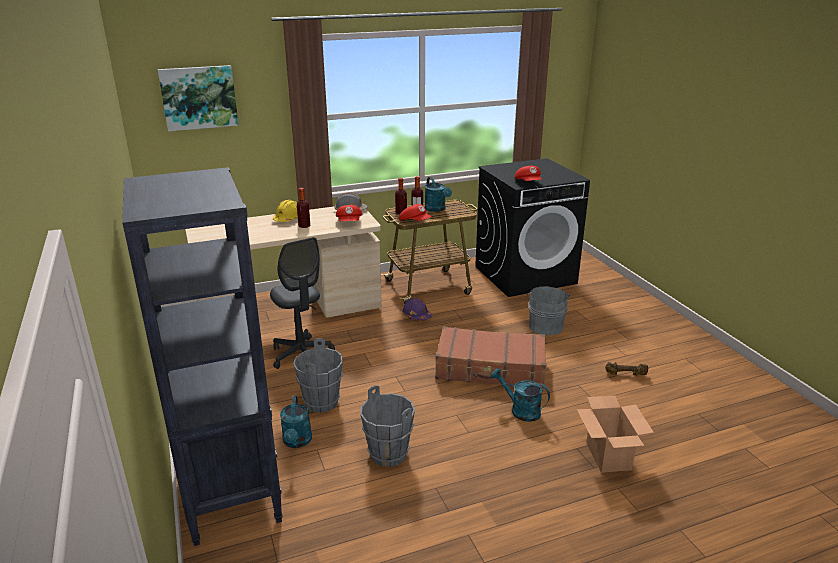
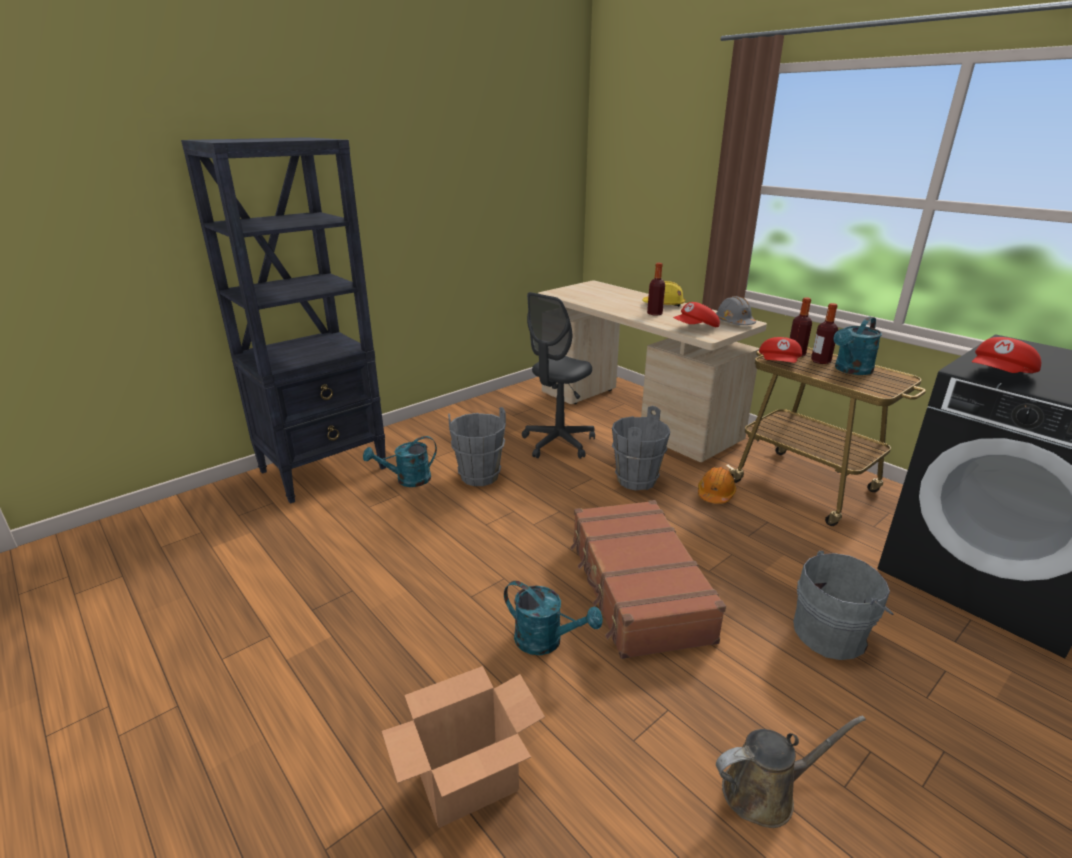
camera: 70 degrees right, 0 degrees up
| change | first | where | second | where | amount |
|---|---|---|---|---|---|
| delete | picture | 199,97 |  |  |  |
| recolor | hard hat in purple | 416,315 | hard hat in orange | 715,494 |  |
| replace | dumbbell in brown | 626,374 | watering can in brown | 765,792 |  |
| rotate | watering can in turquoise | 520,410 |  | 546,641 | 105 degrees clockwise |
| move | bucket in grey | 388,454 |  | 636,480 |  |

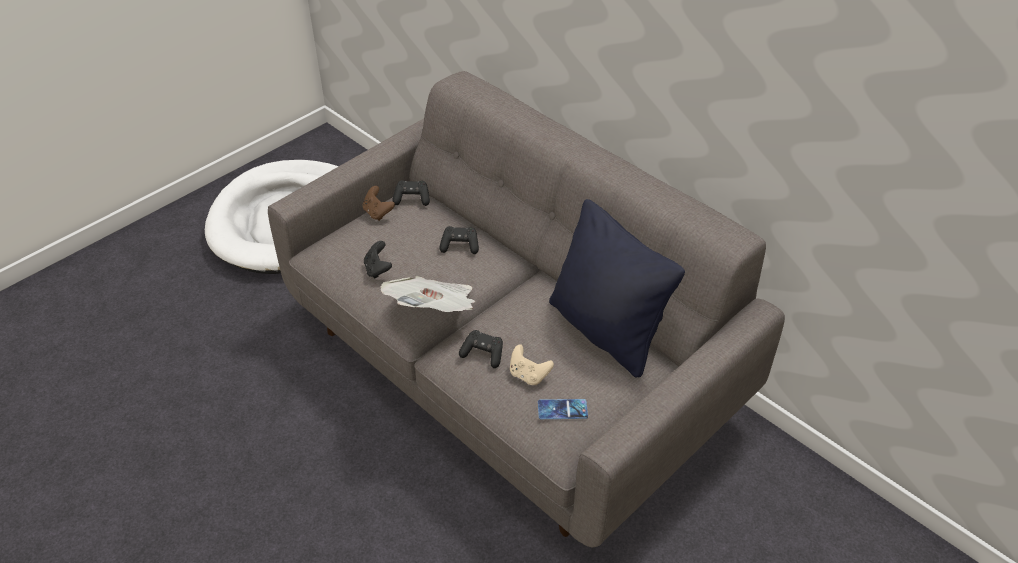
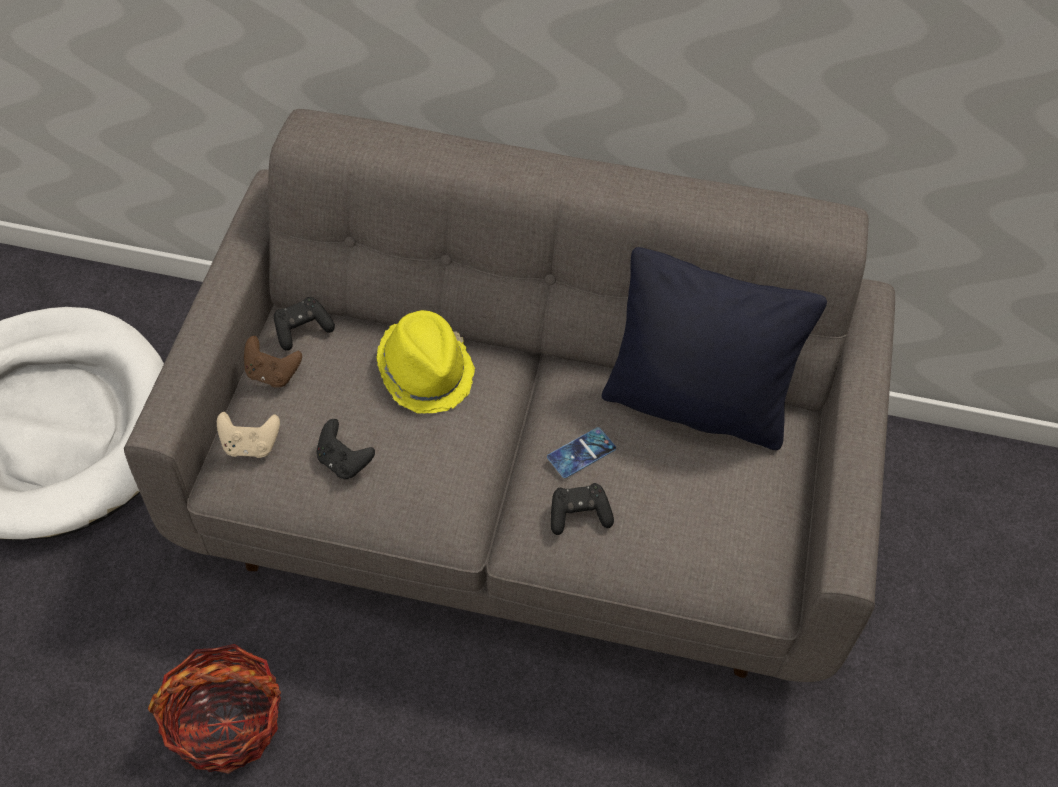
camera: 35 degrees left, 10 degrees up
| change | first | where | second | where | amount |
|---|---|---|---|---|---|
| replace | game controller in black | 460,246 | hat in yellow | 426,372 |  |
| delete | newspaper | 434,311 |  |  |  |
| move | game controller in beige | 528,375 |  | 250,445 |  |
| move | phone | 562,409 |  | 581,453 |  |
| insert |  |  | basket | 226,722 |  |

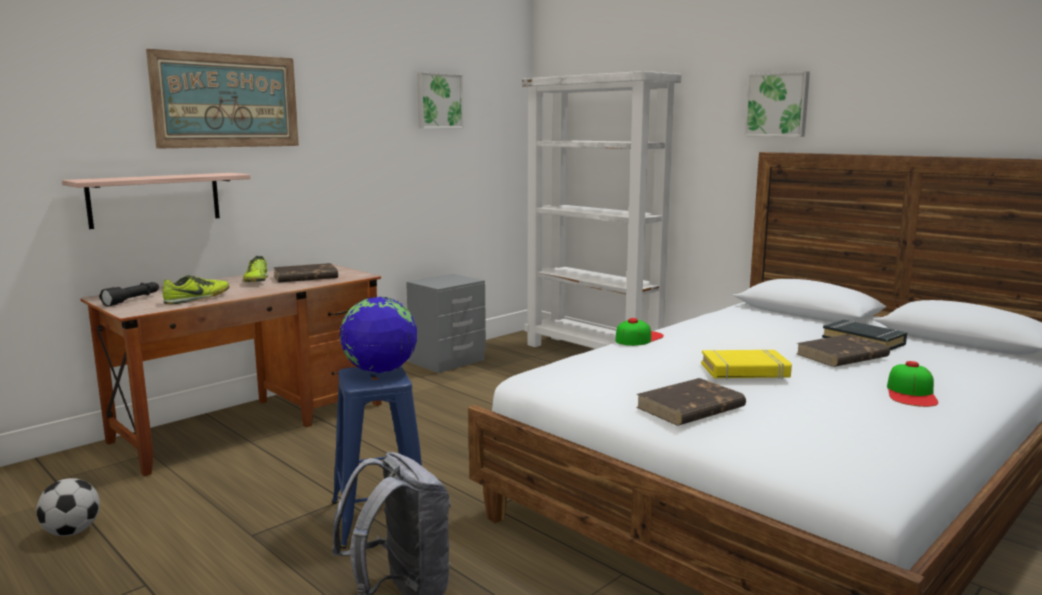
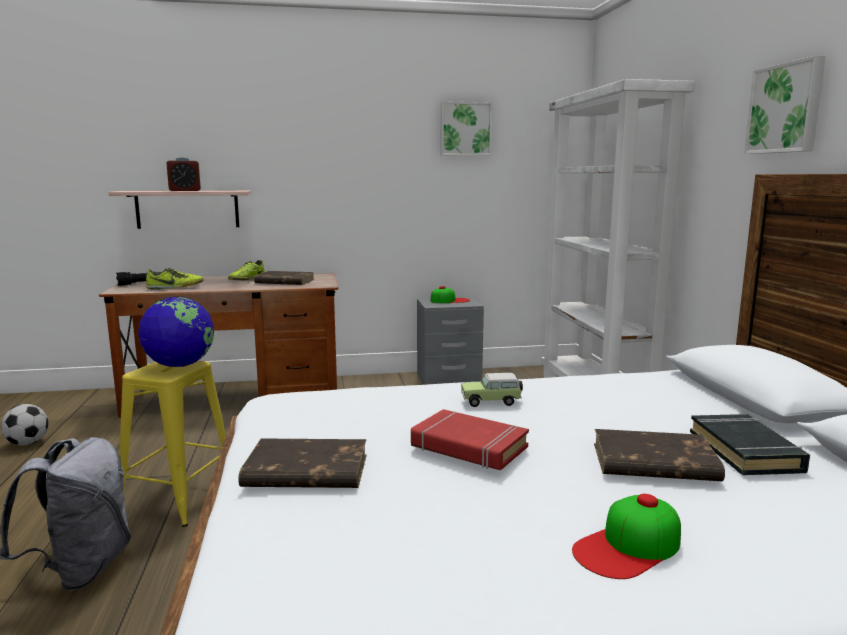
camera: 35 degrees right, 0 degrees up
| change | first | where | second | where | amount |
|---|---|---|---|---|---|
| delete | picture | 227,101 |  |  |  |
| move | cap | 638,338 |  | 450,300 |  |
| recolor | book in yellow | 745,371 | book in red | 468,447 |  |
| recolor | stool in blue | 380,517 | stool in yellow | 180,498 |  |
| insert |  |  | alarm clock | 185,190 |  |
| insert |  |  | toy car | 492,402 |  |

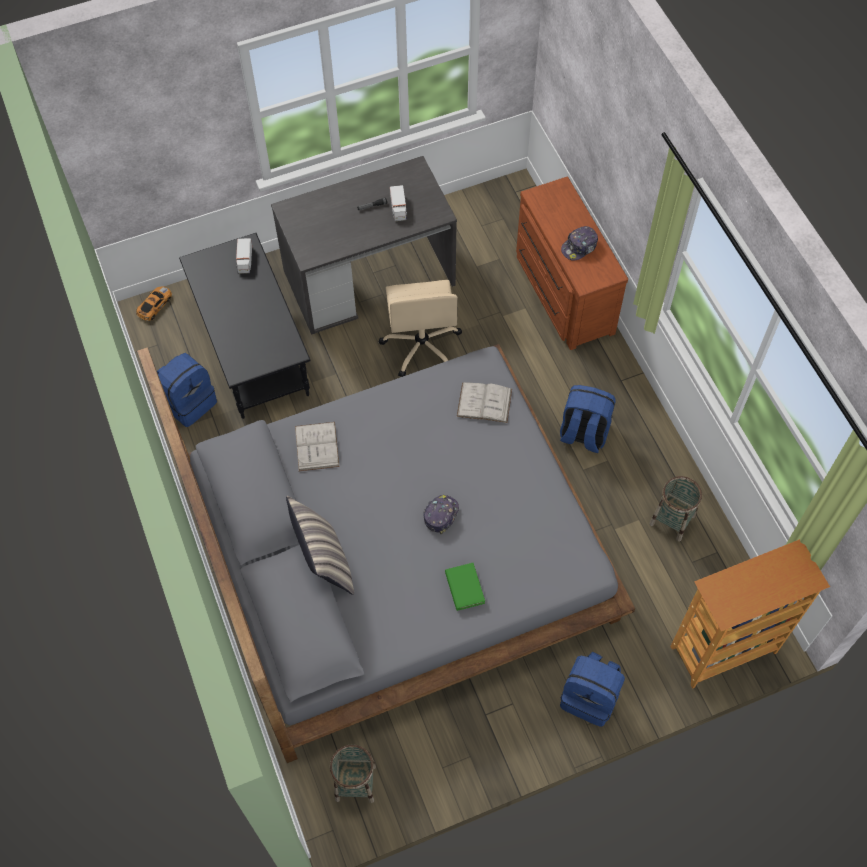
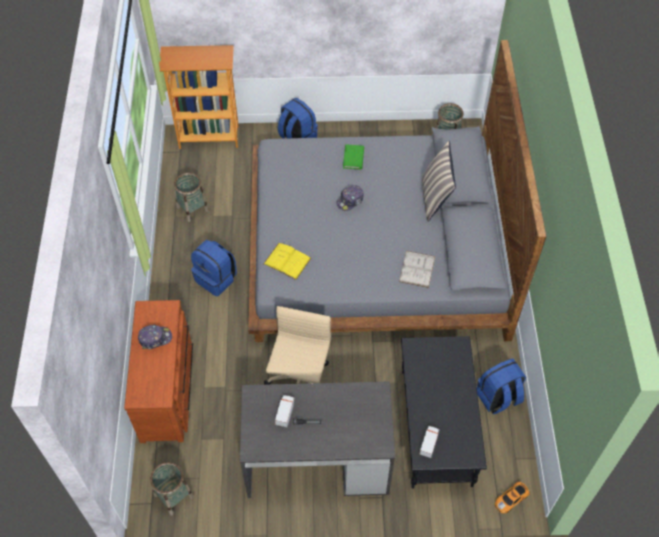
camera: 160 degrees left, 5 degrees down
| change | first | where | second | where | amount |
|---|---|---|---|---|---|
| recolor | book in white | 484,402 | book in yellow | 287,261 |  |
| insert |  |  | basket | 173,496 |  |

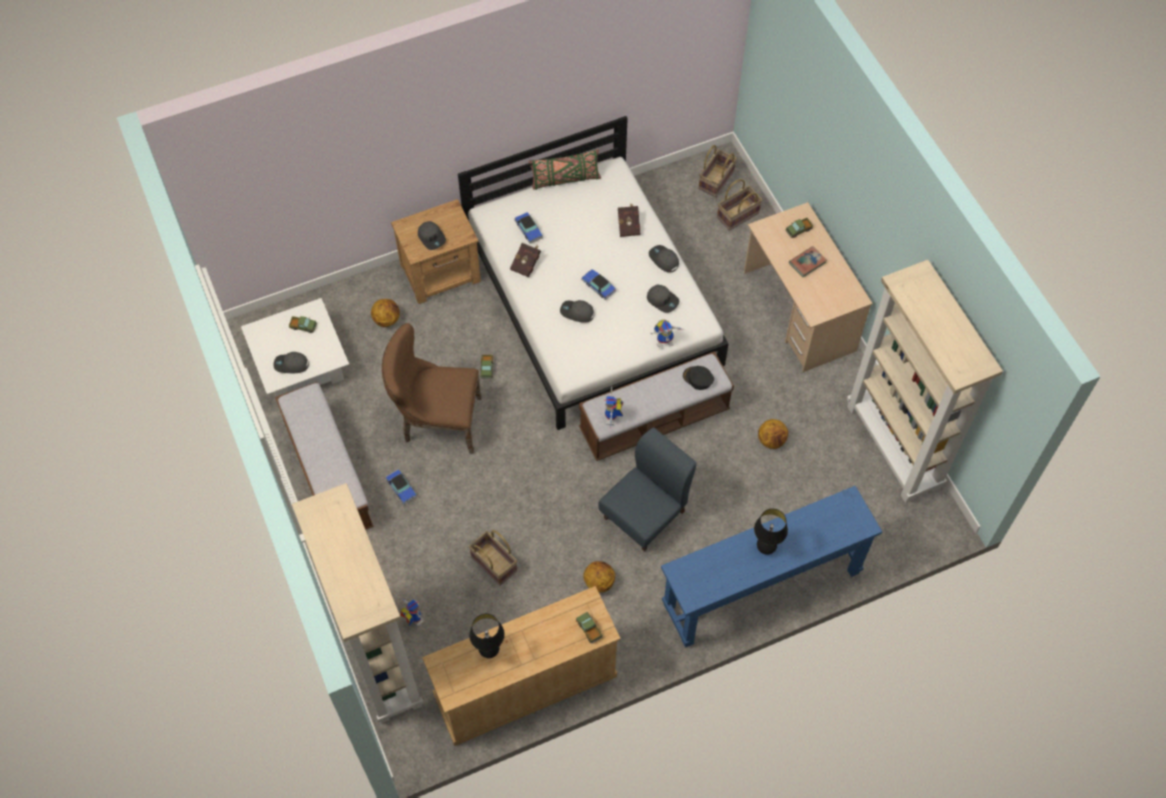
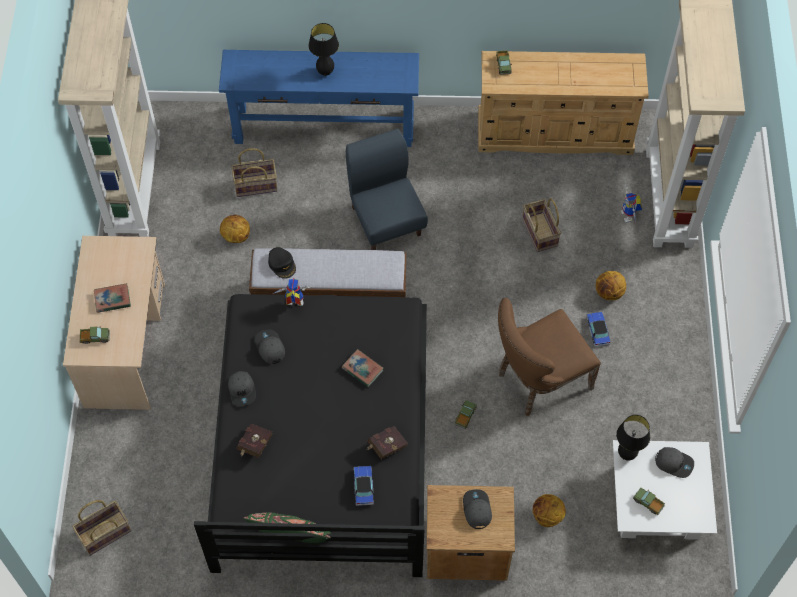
camera: 155 degrees left, 0 degrees up
| change | first | where | second | where | amount |
|---|---|---|---|---|---|
| recolor | bed in white | 592,301 | bed in black | 321,444 |  |
| move | basket | 738,215 |  | 256,184 |  |
| delete | toy car | 598,286 |  |  |  |
| replace | cap in grey | 577,313 | book | 362,369 |  |
| rotate | chair in brown | 437,422 |  | 538,381 | 120 degrees clockwise |
| delete | bench | 328,474 |  |  |  |
| delete | toy robot | 612,419 |  |  |  |
| rotate | chair in blue | 645,514 |  | 386,220 | 90 degrees clockwise |
| move | basketball | 598,582 |  | 609,293 |  |
| move | table lamp in black | 489,651 |  | 626,455 |  |

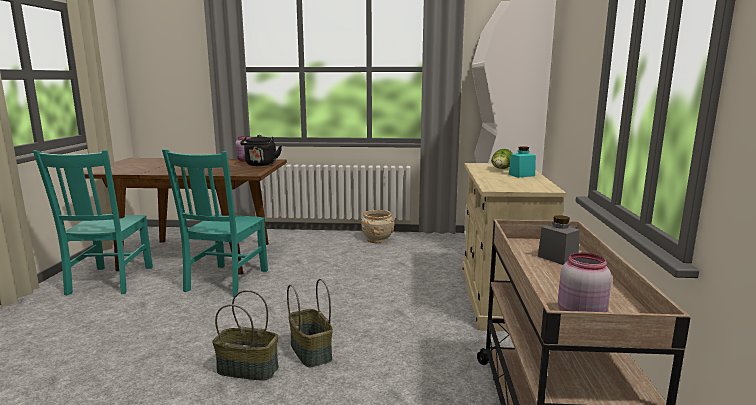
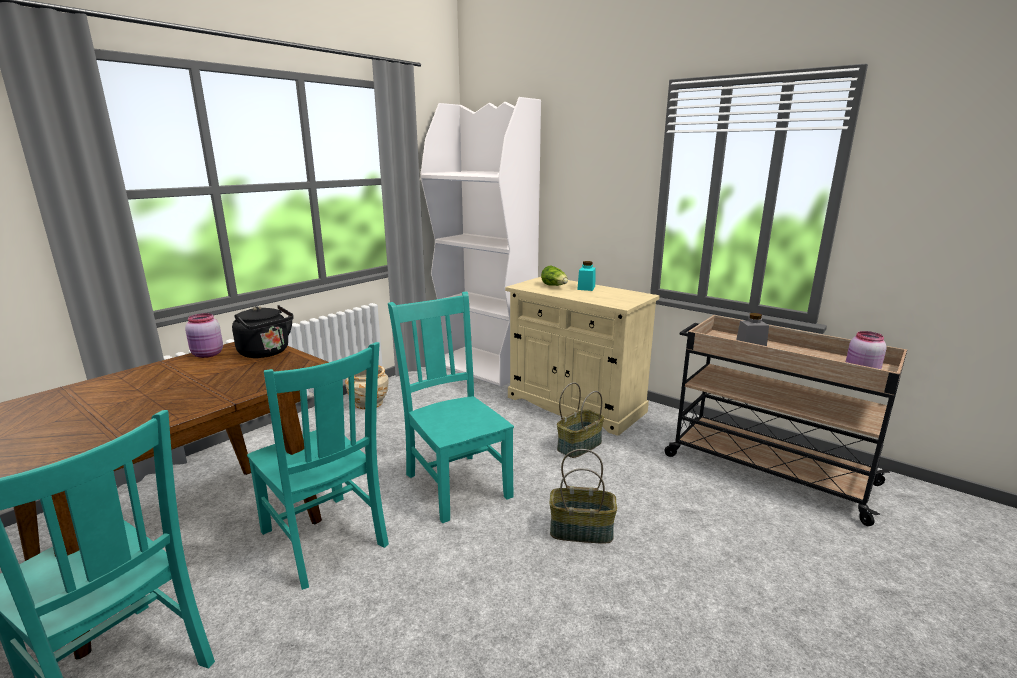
camera: 55 degrees left, 5 degrees up
| change | first | where | second | where | amount |
|---|---|---|---|---|---|
| move | basket | 248,369 |  | 579,445 |  |
| insert |  |  | chair in turquoise | 456,483 |  |

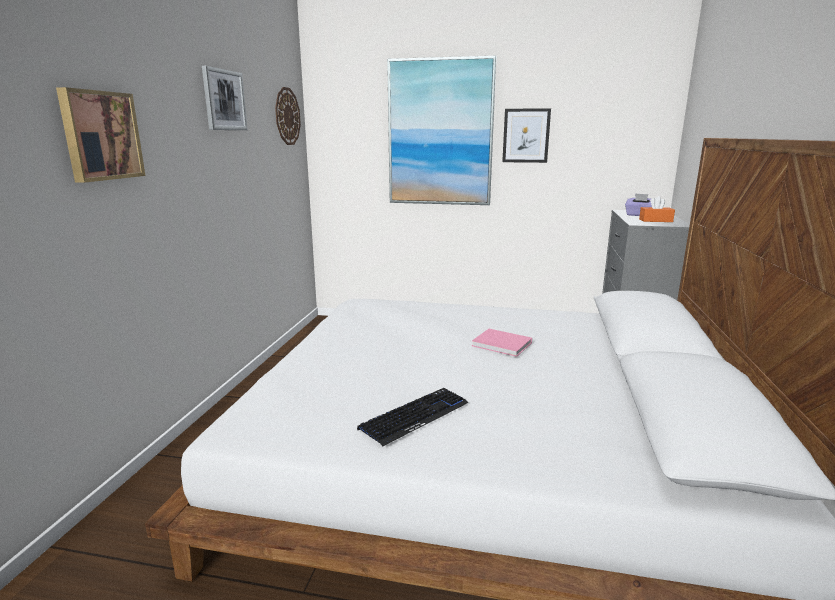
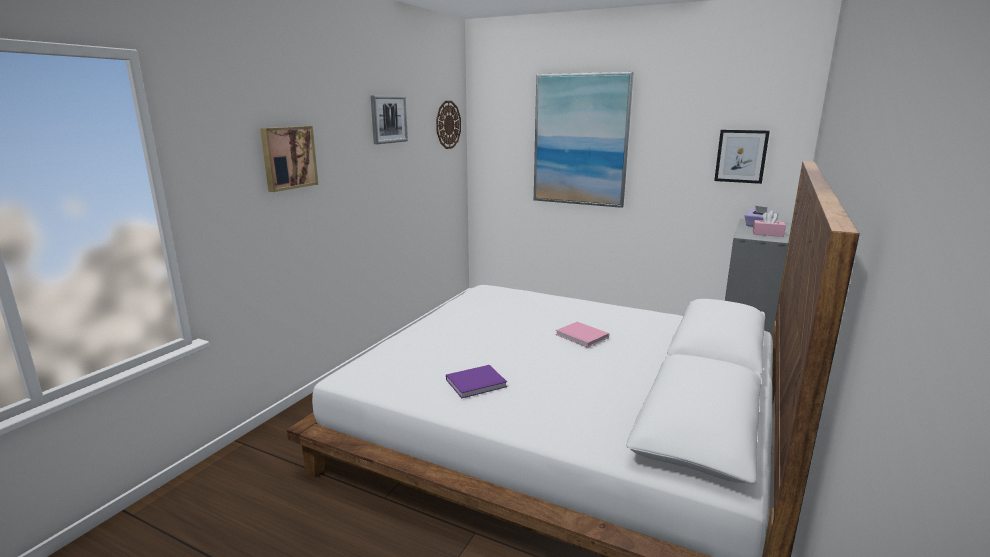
camera: 15 degrees right, 0 degrees up
| change | first | where | second | where | amount |
|---|---|---|---|---|---|
| move | picture | 526,135 |  | 741,156 |  |
| recolor | tissue box in orange | 655,220 | tissue box in pink | 767,234 |  |
| replace | keyboard | 415,416 | book in purple | 477,383 |  |

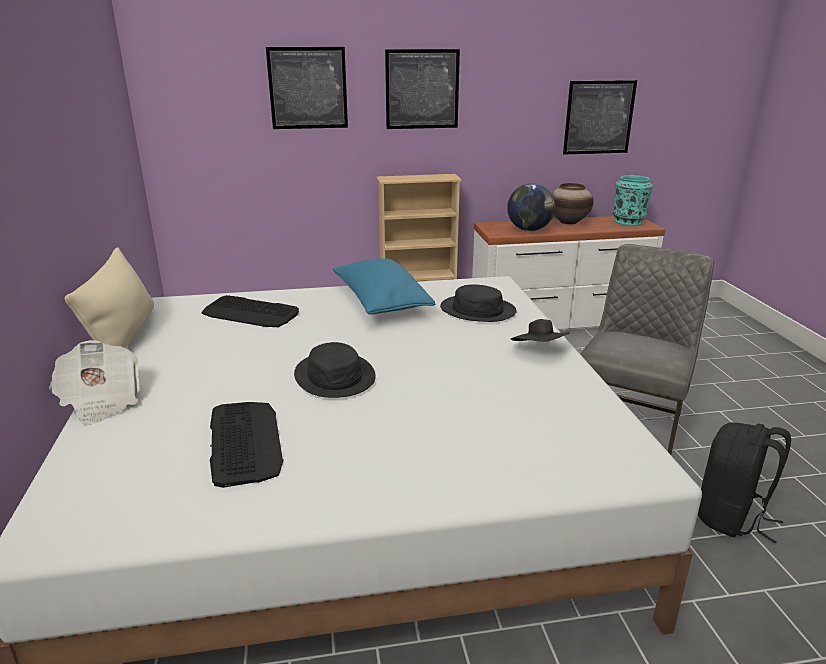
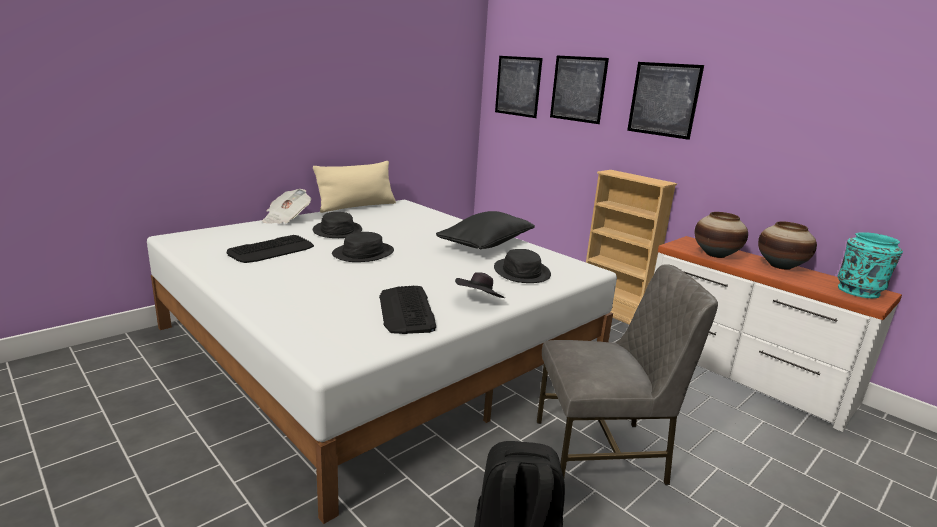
camera: 55 degrees right, 5 degrees down
| change | first | where | second | where | amount |
|---|---|---|---|---|---|
| move | picture | 599,117 |  | 518,86 |  |
| replace | globe | 529,230 | vase | 716,255 |  |
| recolor | pillow in blue | 381,302 | pillow in black | 486,244 |  |
| move | keyboard | 250,313 |  | 406,310 |  |
| insert |  |  | hat in black | 337,231 |  |

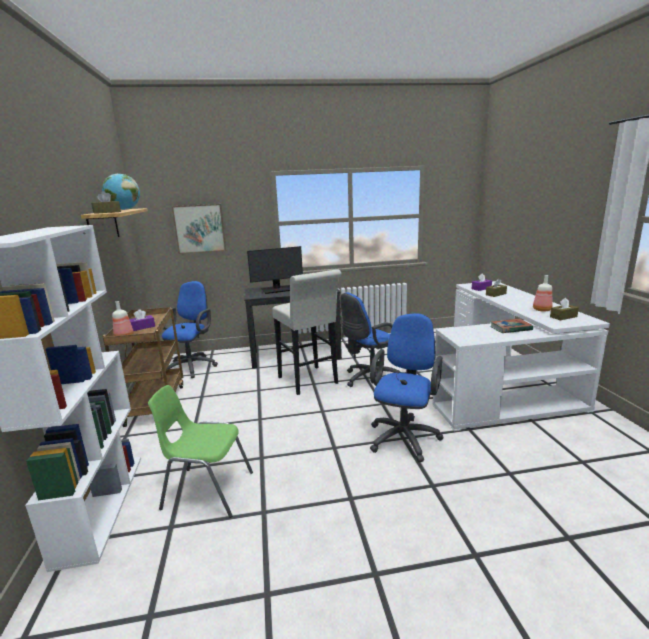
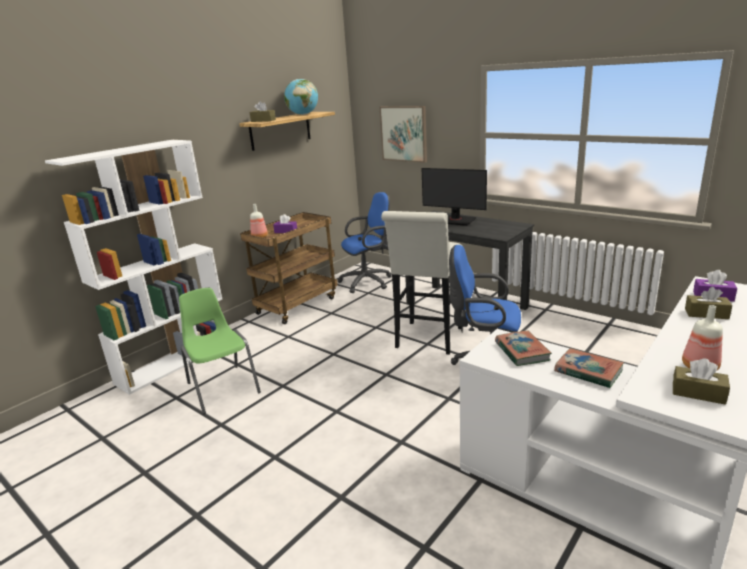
camera: 50 degrees right, 5 degrees up
| change | first | where | second | where | amount |
|---|---|---|---|---|---|
| delete | office chair in blue | 405,436 |  |  |  |
| insert |  |  | book | 522,351 |  |

